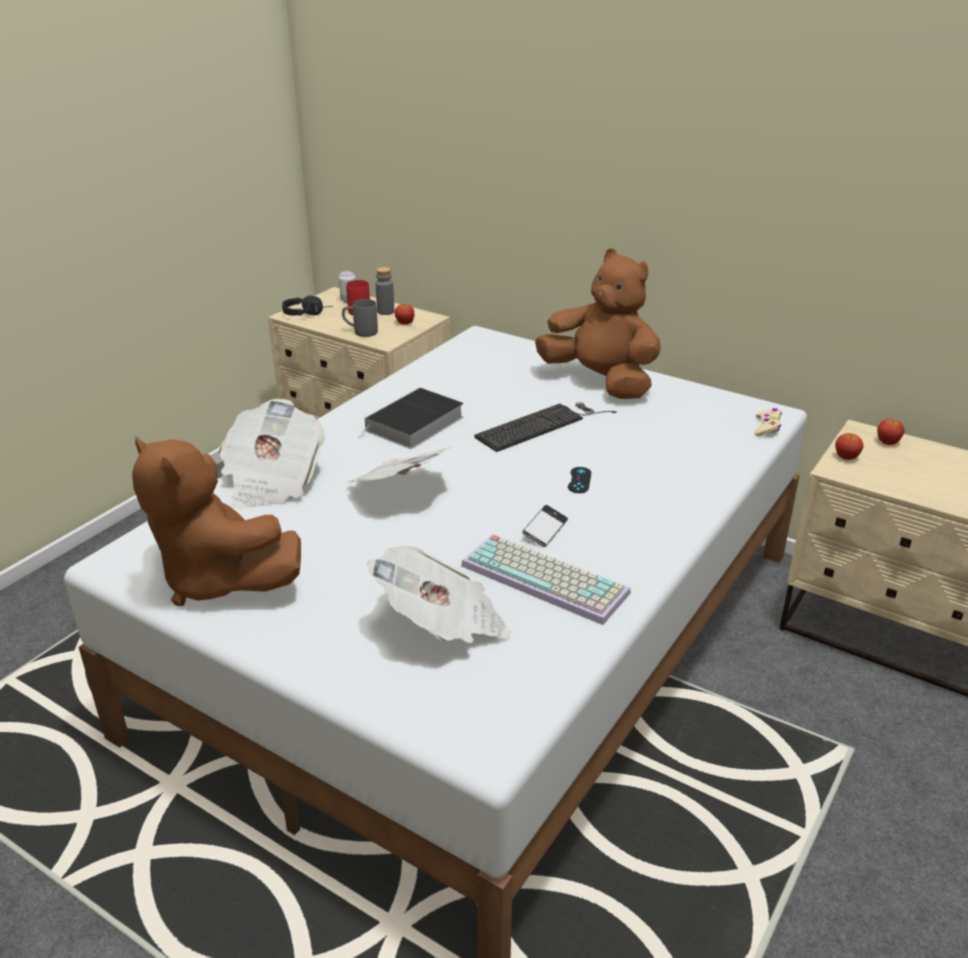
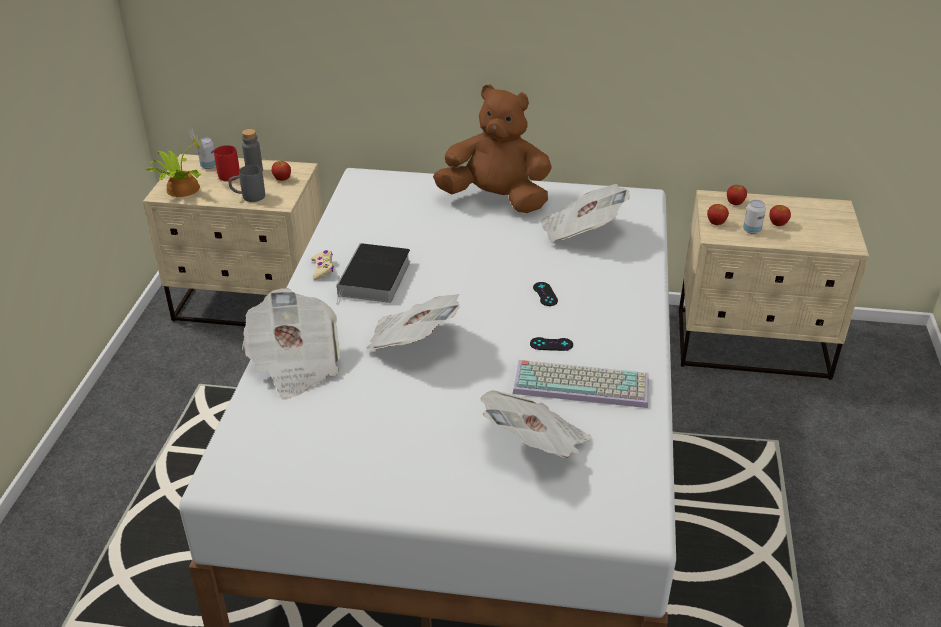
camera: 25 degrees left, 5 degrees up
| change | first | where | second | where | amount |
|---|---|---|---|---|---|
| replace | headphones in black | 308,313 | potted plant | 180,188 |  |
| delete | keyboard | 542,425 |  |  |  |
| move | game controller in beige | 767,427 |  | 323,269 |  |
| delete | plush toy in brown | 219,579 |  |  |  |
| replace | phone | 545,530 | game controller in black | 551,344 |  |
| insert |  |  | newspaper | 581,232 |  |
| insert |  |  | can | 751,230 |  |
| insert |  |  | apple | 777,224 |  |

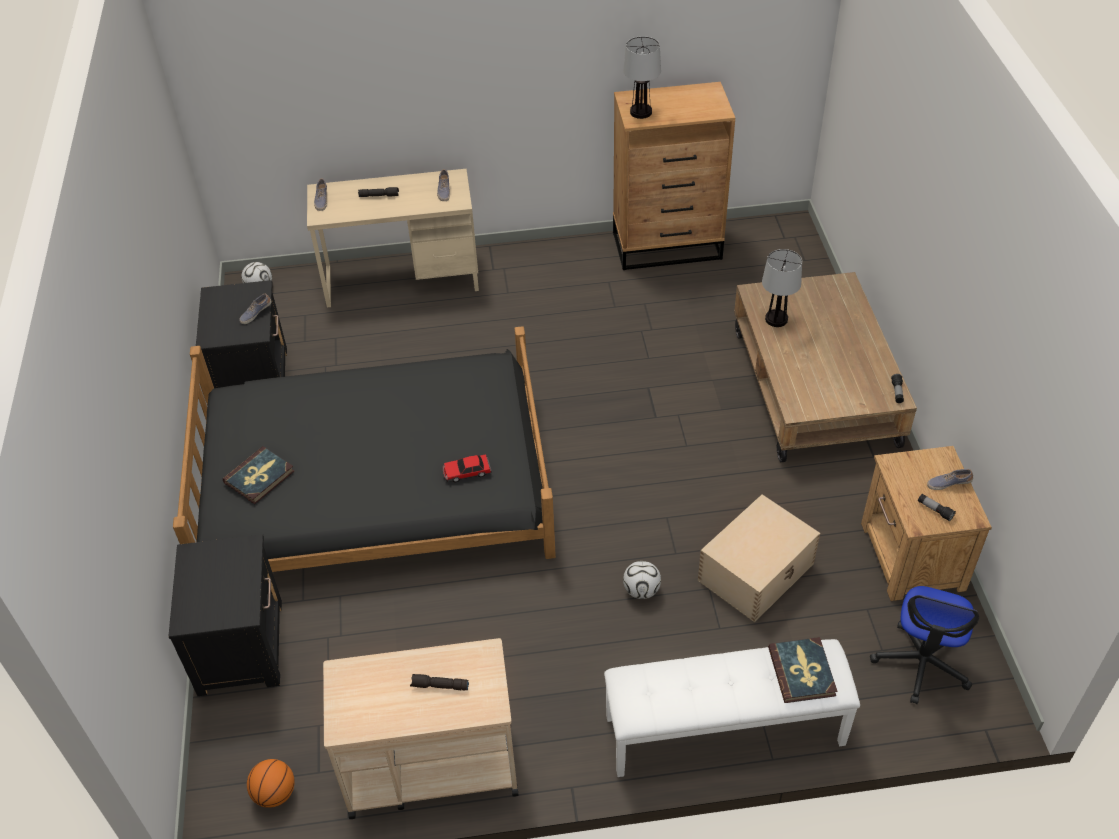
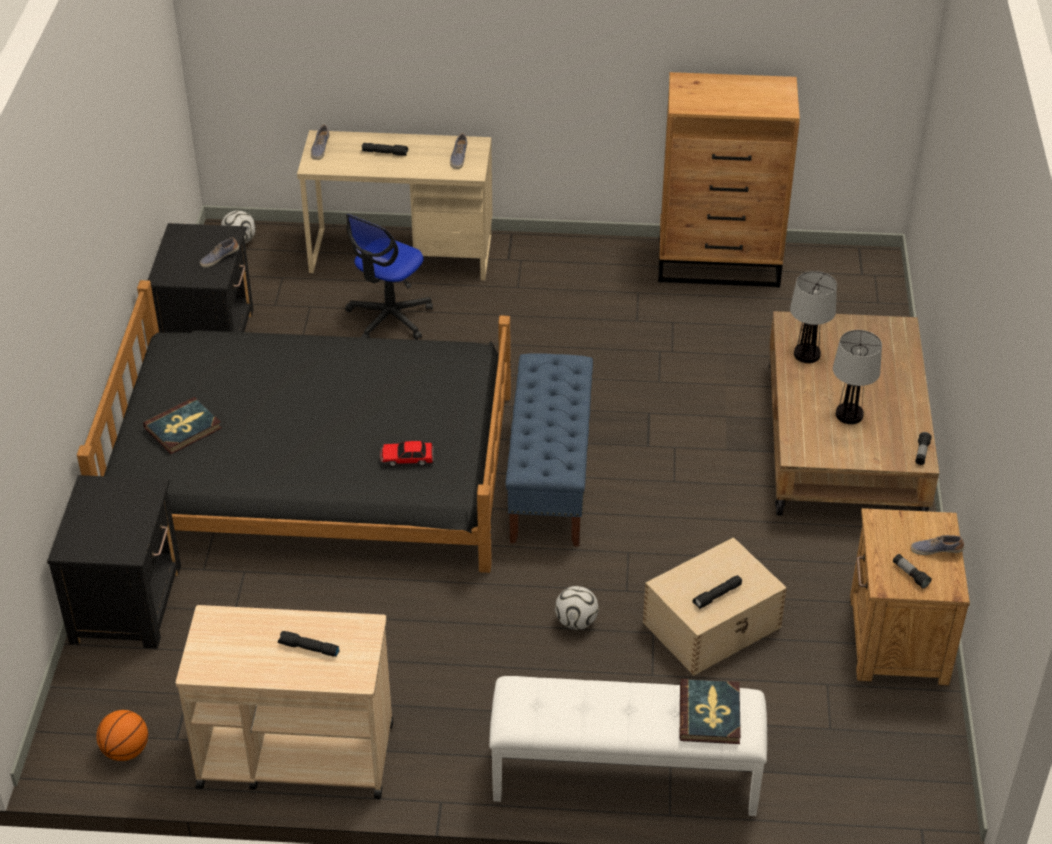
camera: 10 degrees right, 5 degrees down
| change | first | where | second | where | amount |
|---|---|---|---|---|---|
| move | table lamp | 641,112 |  | 849,415 |  |
| move | office chair | 921,663 |  | 389,318 |  |
| insert |  |  | bench in blue | 549,478 |  |
| insert |  |  | flashlight in black | 717,596 |  |

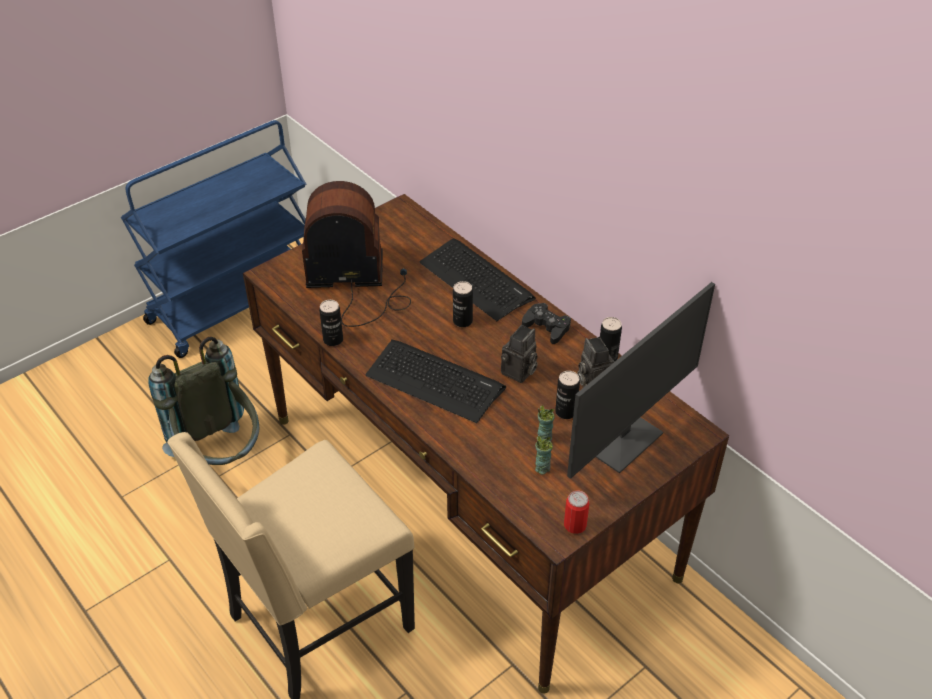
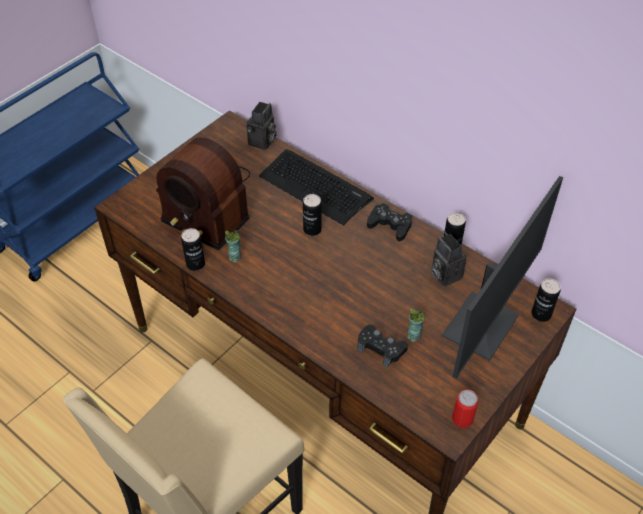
camera: 10 degrees left, 5 degrees up
| change | first | where | second | where | amount |
|---|---|---|---|---|---|
| rotate | radio | 358,284 |  | 206,205 | 135 degrees counterclockwise |
| move | photo camera | 519,373 |  | 262,142 |  |
| delete | backpack in grey | 221,457 |  |  |  |
| delete | keyboard | 434,381 |  |  |  |
| move | can | 565,412 |  | 541,314 |  |
| move | cup | 542,468 |  | 234,257 |  |
| insert |  |  | game controller in black | 381,348 |  |

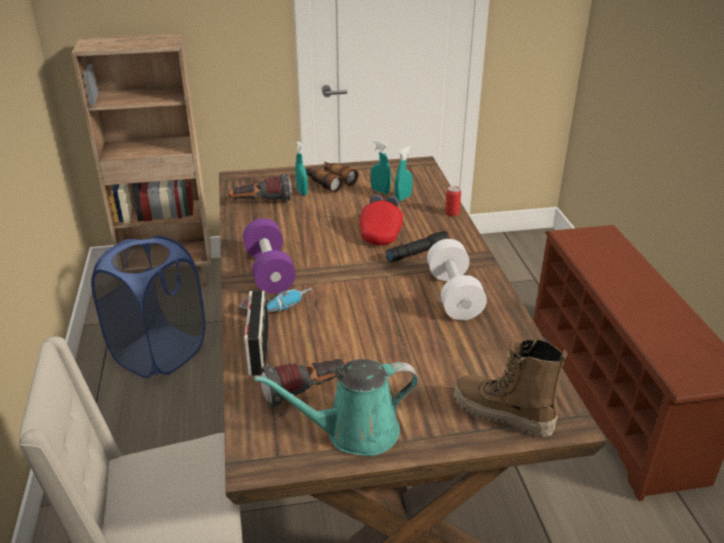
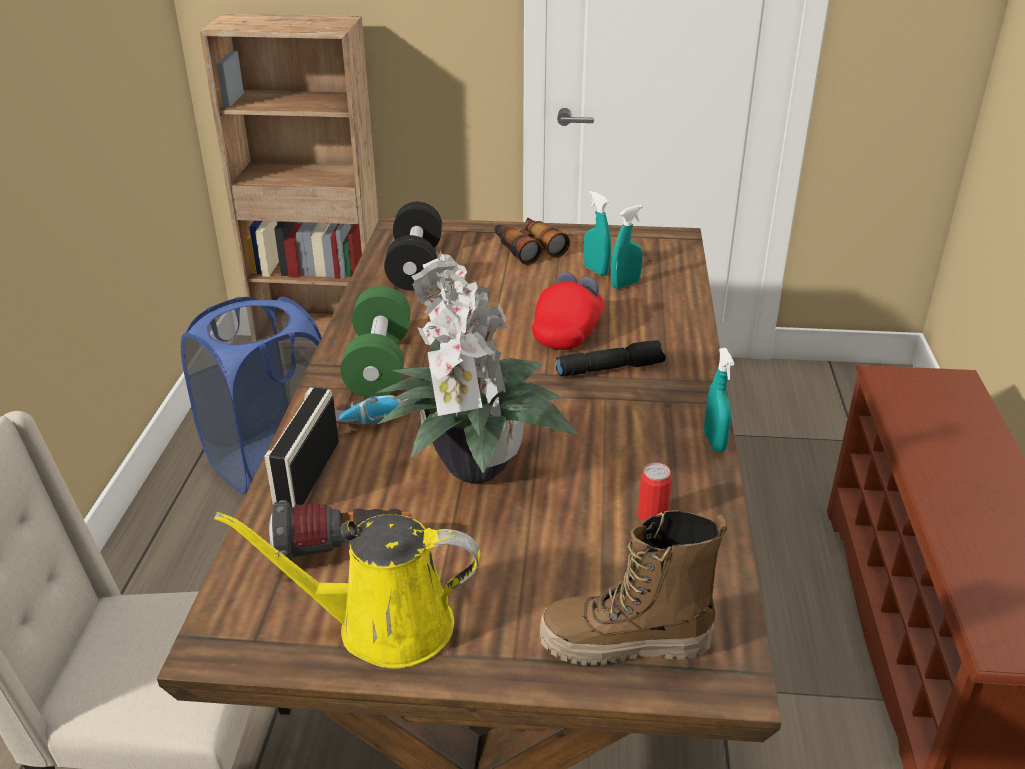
camera: 15 degrees right, 0 degrees up
| change | first | where | second | where | amount |
|---|---|---|---|---|---|
| move | spray bottle in turquoise | 302,192 |  | 714,442 |  |
| replace | flashlight | 261,203 | dumbbell in black | 415,267 |  |
| move | can | 452,213 |  | 652,516 |  |
| recolor | dumbbell in purple | 269,271 | dumbbell in green | 379,365 |  |
| delete | dumbbell in white | 454,295 |  |  |  |
| rotate | boot | 502,415 |  | 625,644 | 45 degrees counterclockwise |
| recolor | watering can in turquoise | 355,432 | watering can in yellow | 383,626 |  |
| insert |  |  | potted plant | 473,473 |  |

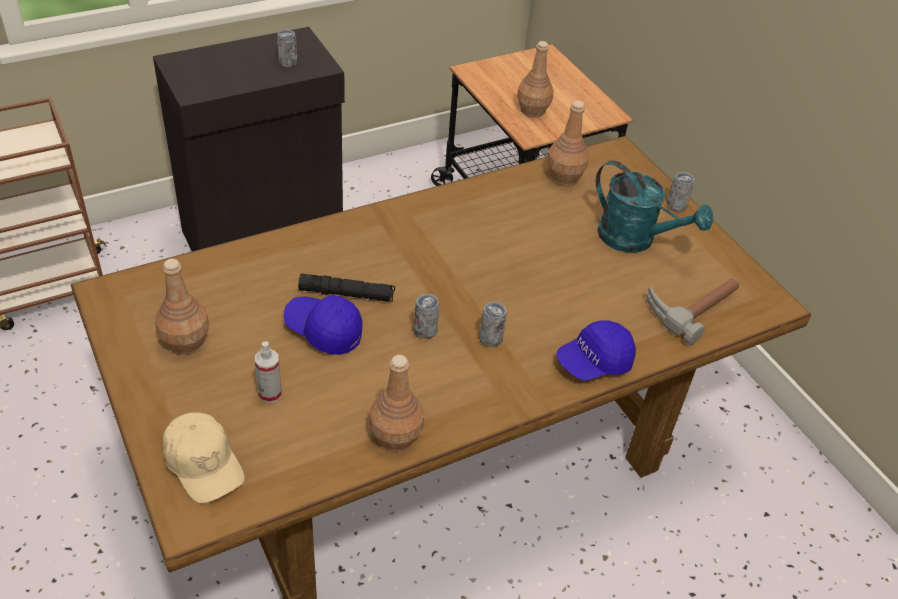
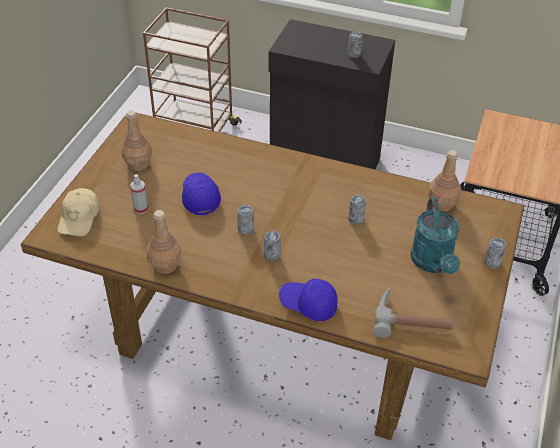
camera: 50 degrees right, 0 degrees up
| change | first | where | second | where | amount |
|---|---|---|---|---|---|
| delete | bottle in brown | 533,110 |  |  |  |
| delete | flashlight in black | 346,294 |  |  |  |
| insert |  |  | can | 356,219 |  |

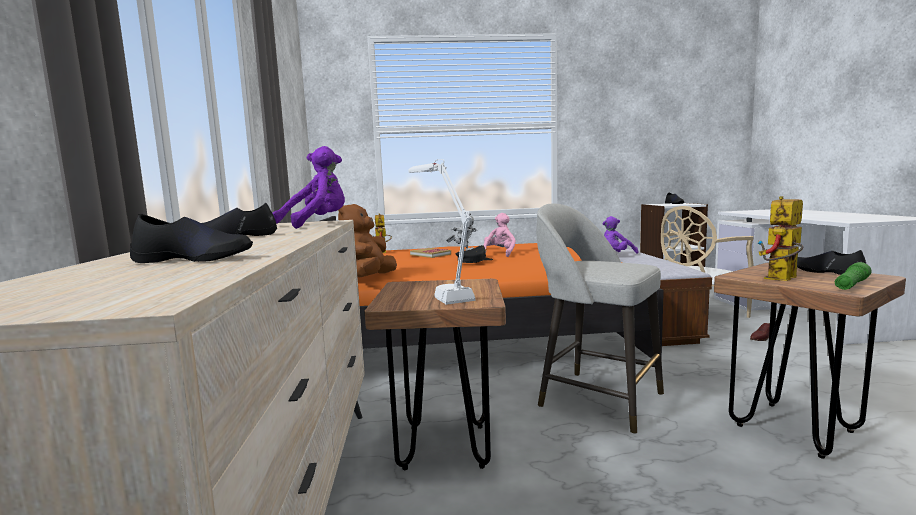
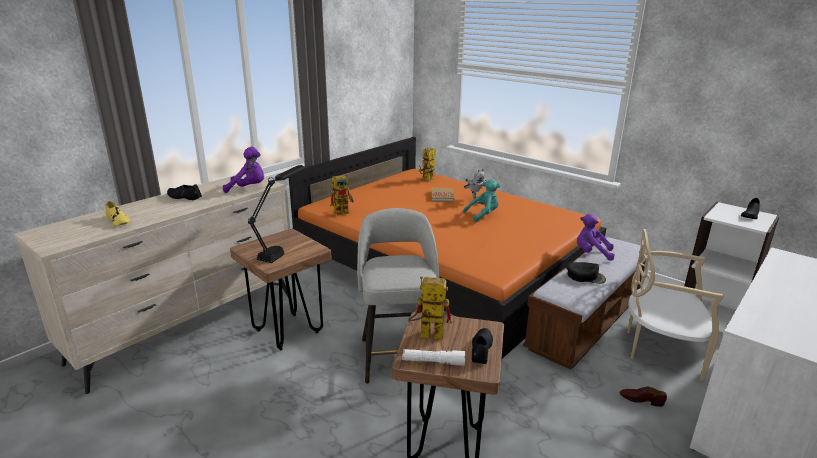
camera: 45 degrees right, 15 degrees up
| change | first | where | second | where | amount |
|---|---|---|---|---|---|
| recolor | table lamp in white | 441,291 | table lamp in black | 283,248 |  |
| replace | plush toy in brown | 369,278 | toy robot | 344,211 |  |
| recolor | plush toy in pink | 500,254 | plush toy in turquoise | 483,215 |  |
| recolor | shoe in black | 195,259 | shoe in yellow | 118,221 |  |
| move | cap in black | 474,260 |  | 585,276 |  |
| recolor | flashlight in green | 851,285 | flashlight in white | 433,362 |  |

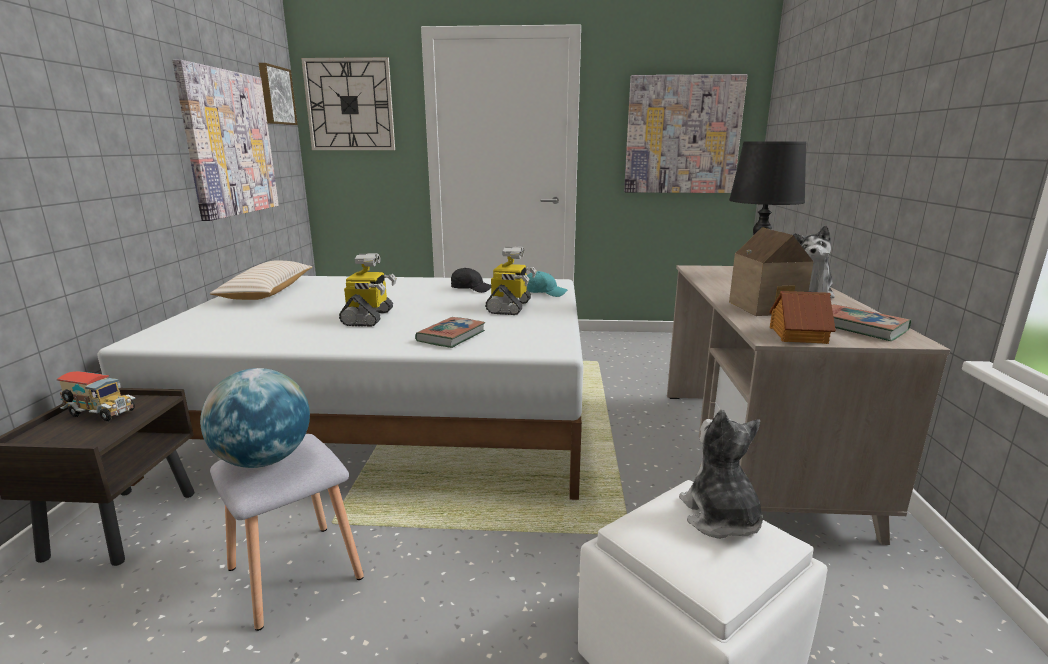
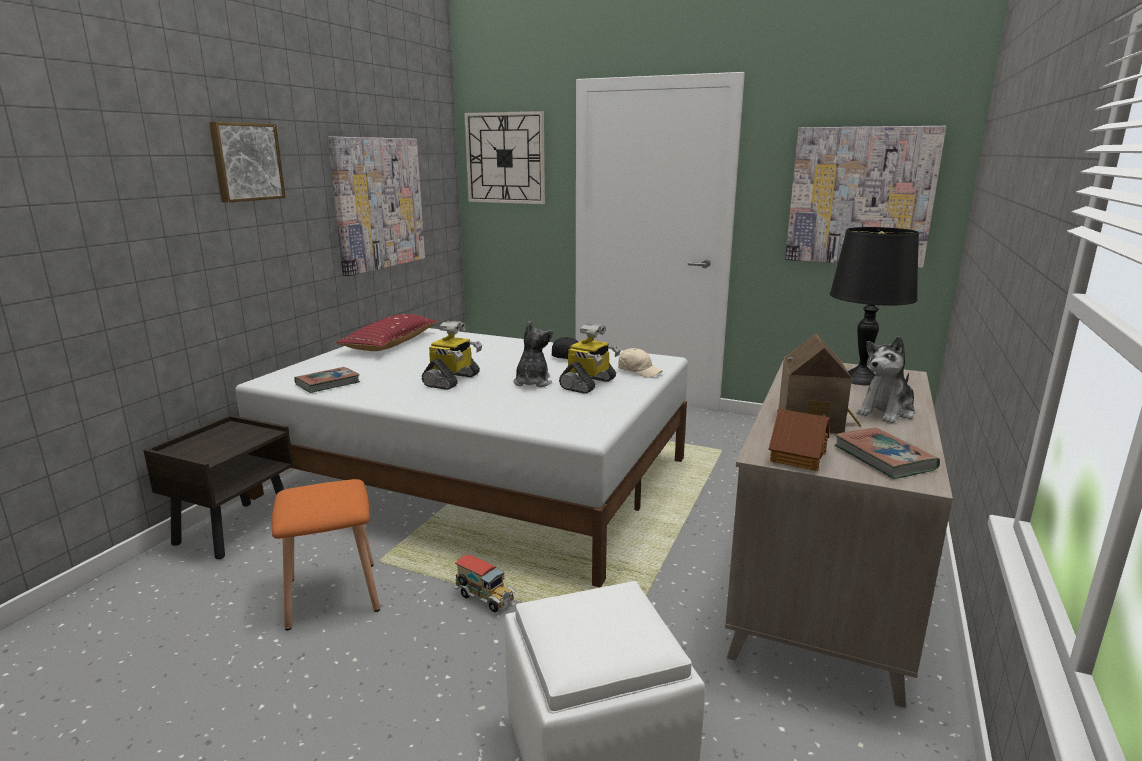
camera: 20 degrees right, 0 degrees up
| change | first | where | second | where | amount |
|---|---|---|---|---|---|
| move | picture | 276,95 |  | 246,162 |  |
| recolor | pillow in beige | 267,292 | pillow in red | 391,343 |  |
| recolor | cap in turquoise | 544,293 | cap in beige | 639,371 |  |
| move | book | 451,336 |  | 328,383 |  |
| delete | globe | 264,460 |  |  |  |
| move | toy truck | 100,414 |  | 484,599 |  |
| move | plush toy | 720,518 |  | 532,382 |  |
| recolor | stool in grey | 293,572 | stool in orange | 331,593 |  |

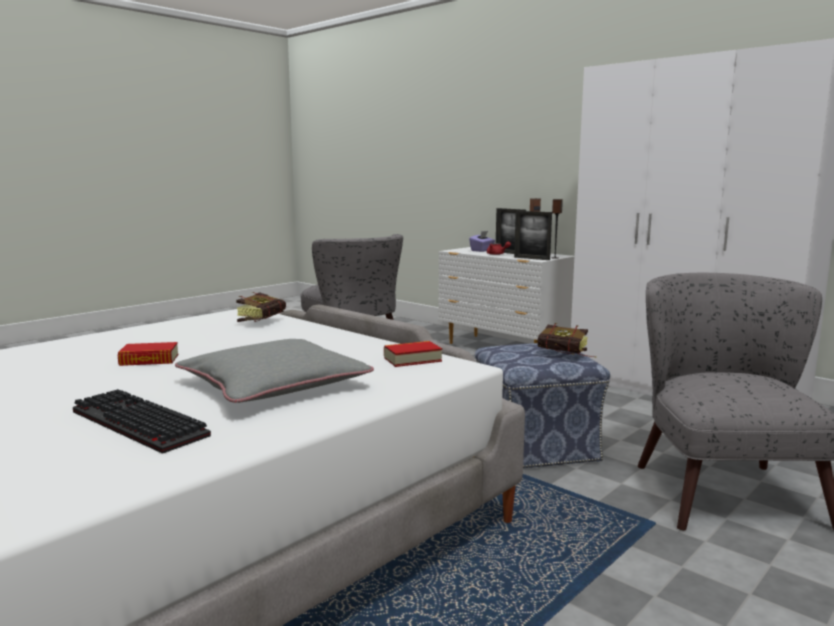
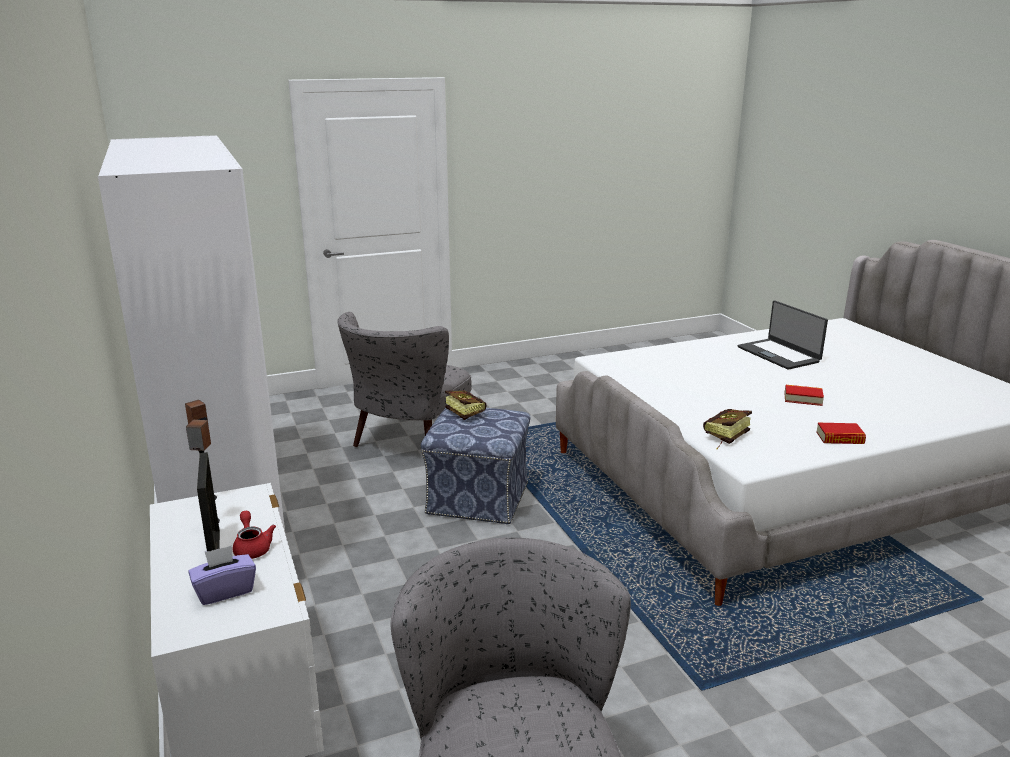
camera: 155 degrees left, 10 degrees up
| change | first | where | second | where | amount |
|---|---|---|---|---|---|
| delete | picture frame | 531,258 |  |  |  |
| delete | pillow in grey | 274,384 |  |  |  |
| move | book | 412,359 |  | 839,438 |  |
| replace | keyboard | 134,424 | laptop | 779,354 |  |

